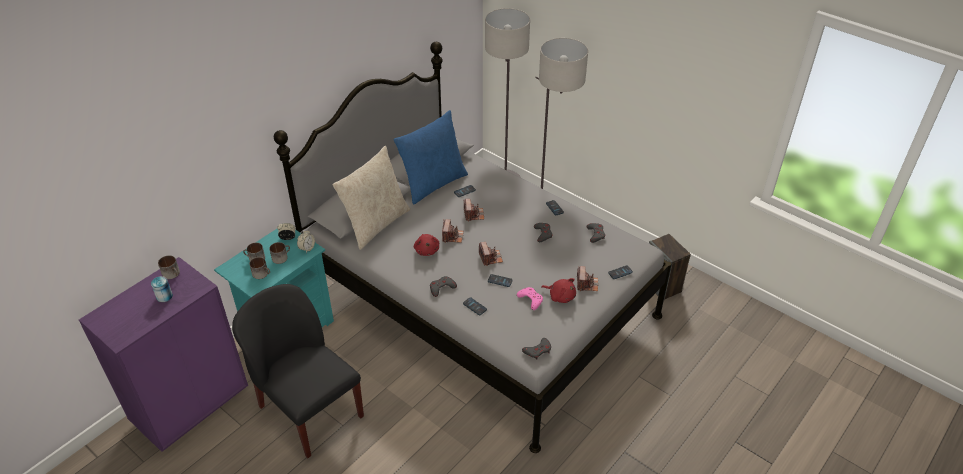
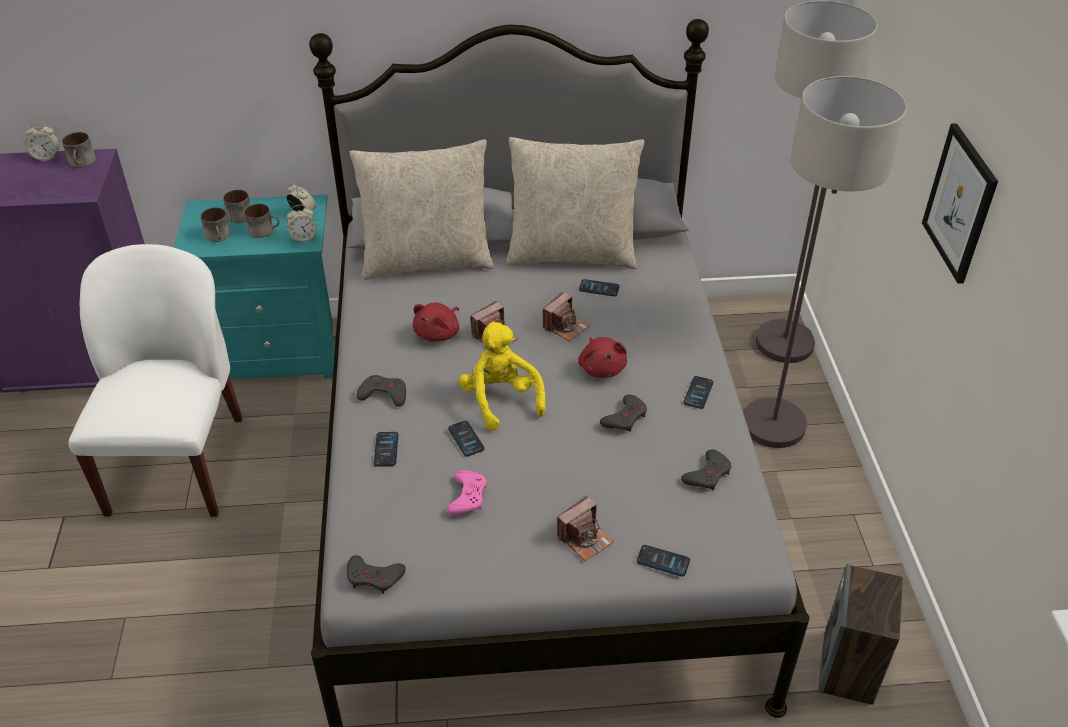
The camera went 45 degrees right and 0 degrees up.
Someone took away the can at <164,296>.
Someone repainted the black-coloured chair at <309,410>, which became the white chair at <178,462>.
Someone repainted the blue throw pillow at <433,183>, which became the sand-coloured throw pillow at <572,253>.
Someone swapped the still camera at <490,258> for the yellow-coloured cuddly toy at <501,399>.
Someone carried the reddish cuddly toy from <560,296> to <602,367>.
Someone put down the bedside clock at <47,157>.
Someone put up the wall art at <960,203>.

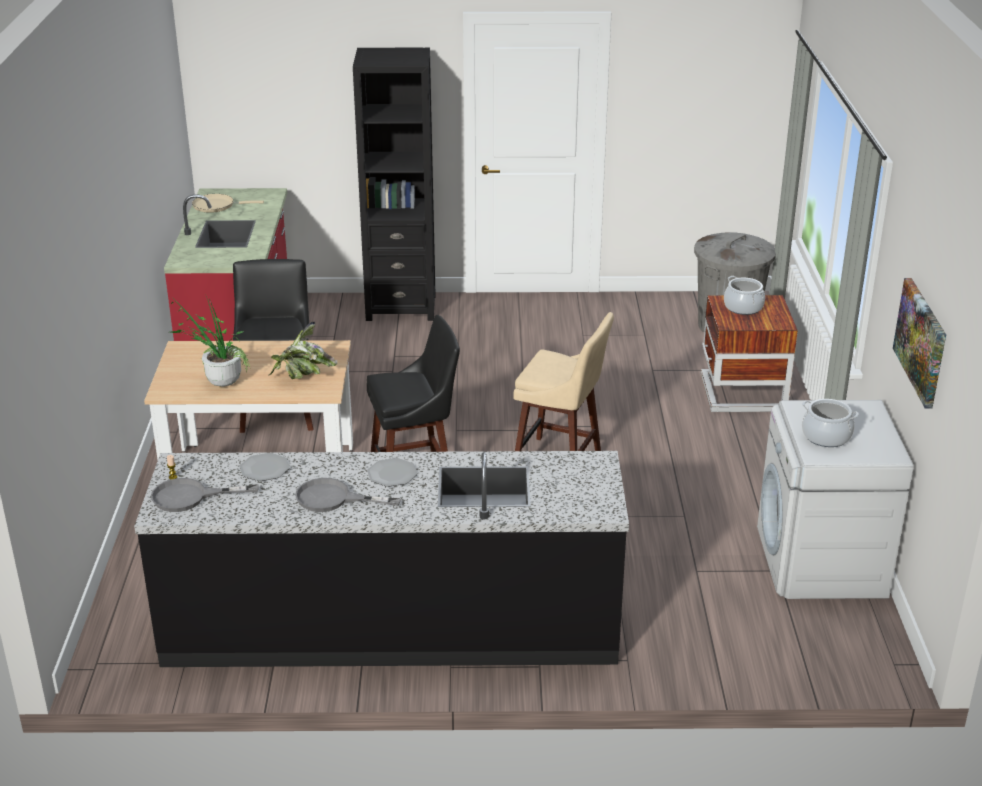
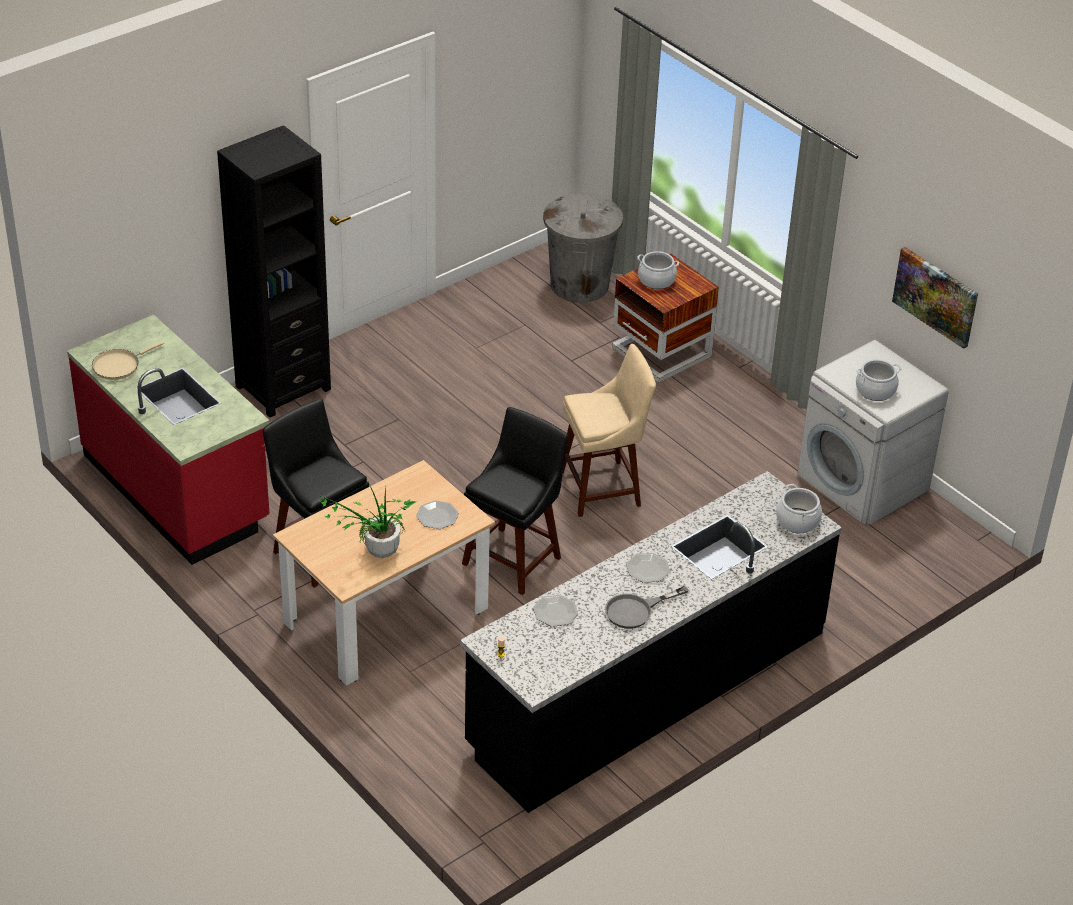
The camera went 40 degrees left and 10 degrees up.
Someone took away the greyish frying pan at <190,497>.
Someone swapped the potted plant at <302,378> for the plate at <437,516>.
Someone put down the cooking pot at <797,521>.

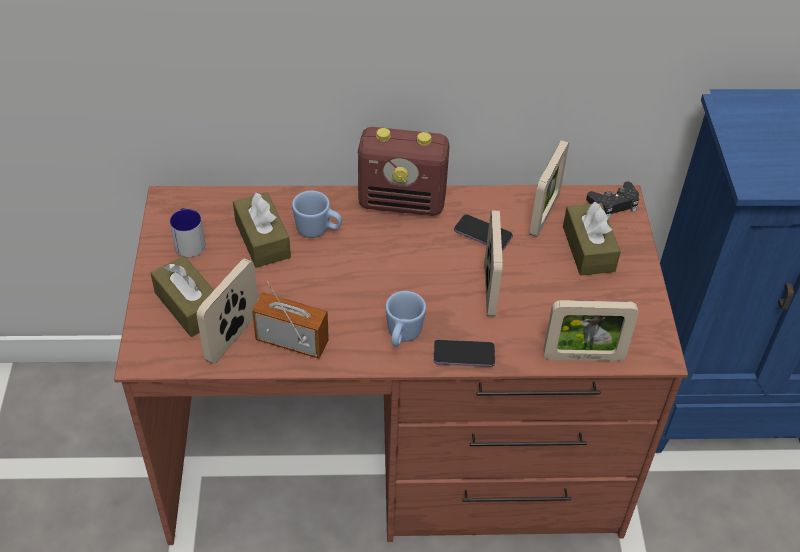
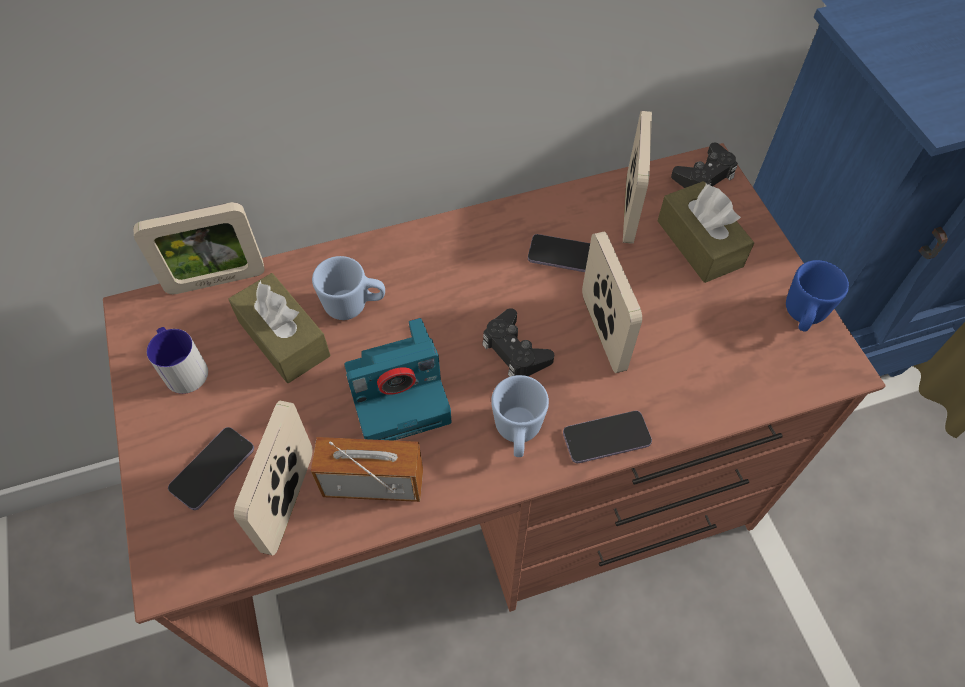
The camera went 15 degrees left and 10 degrees up.
Someone swapped the brown-coloured box of tissues at <189,306> for the handset at <212,469>.
Someone took away the radio receiver at <403,202>.
Someone carried the standing frame from <583,357> to <216,280>.
Someone put down the still camera at <400,393>.
Someone put down the black-coloured gamepad at <515,350>.
Someone put down the blue mug at <802,316>.

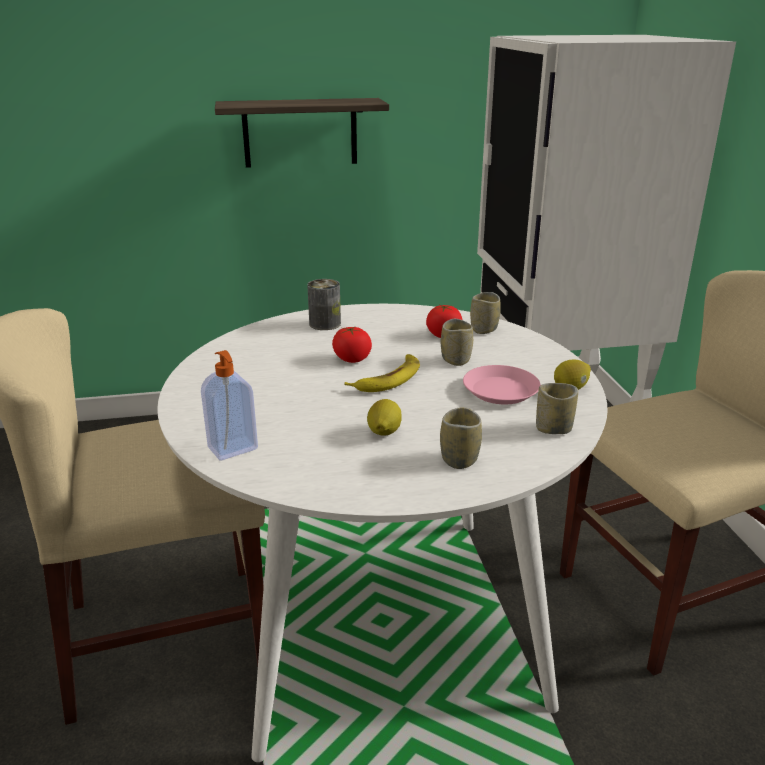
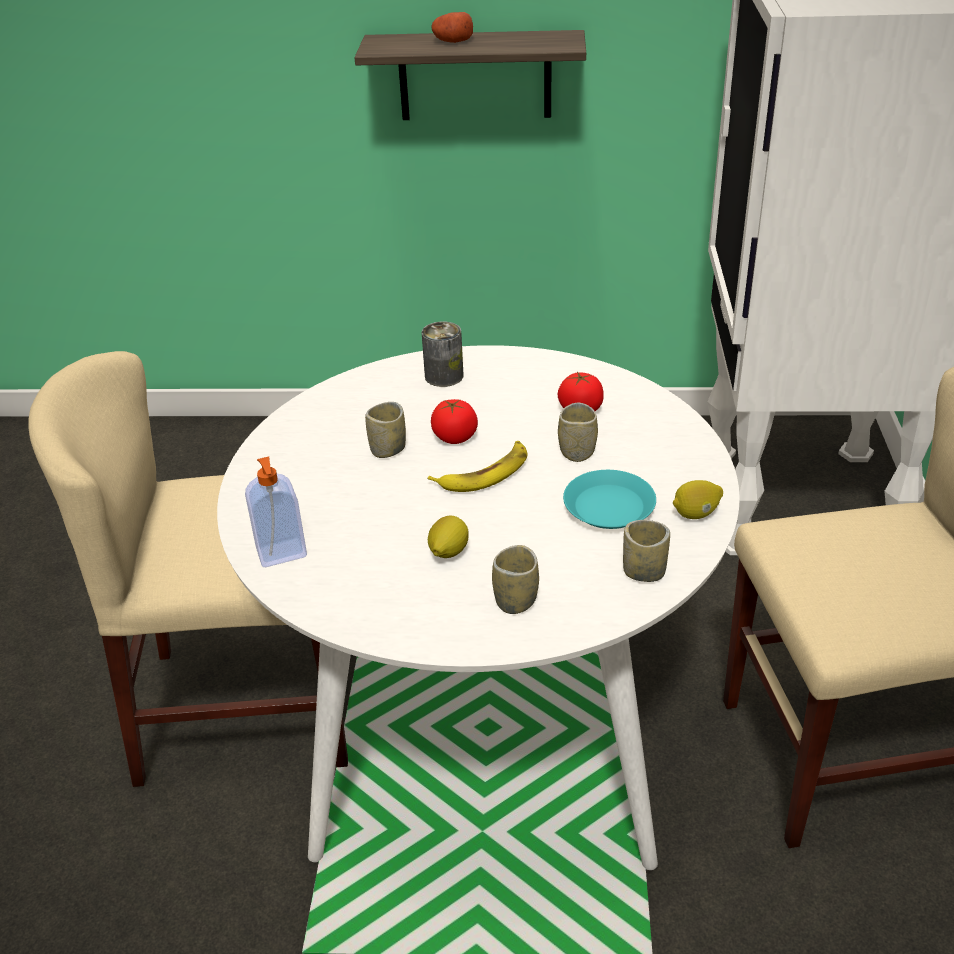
The camera went 15 degrees right and 10 degrees up.
Someone repainted the pink plate at <500,390>, which became the turquoise-coloured plate at <608,506>.
Someone carried the small cup from <484,329> to <388,449>.
Someone put down the potato at <452,41>.

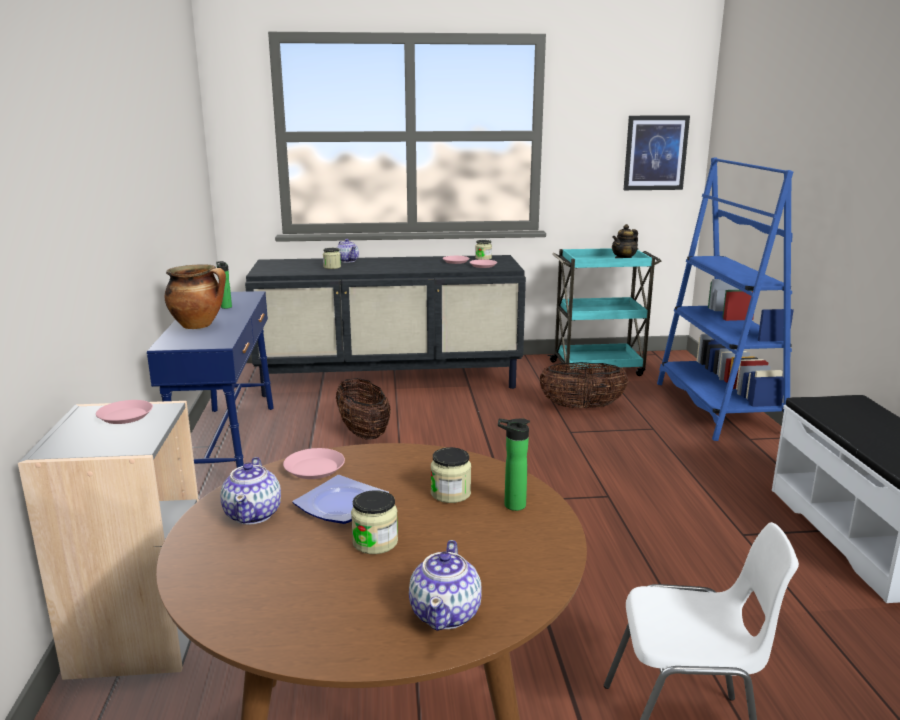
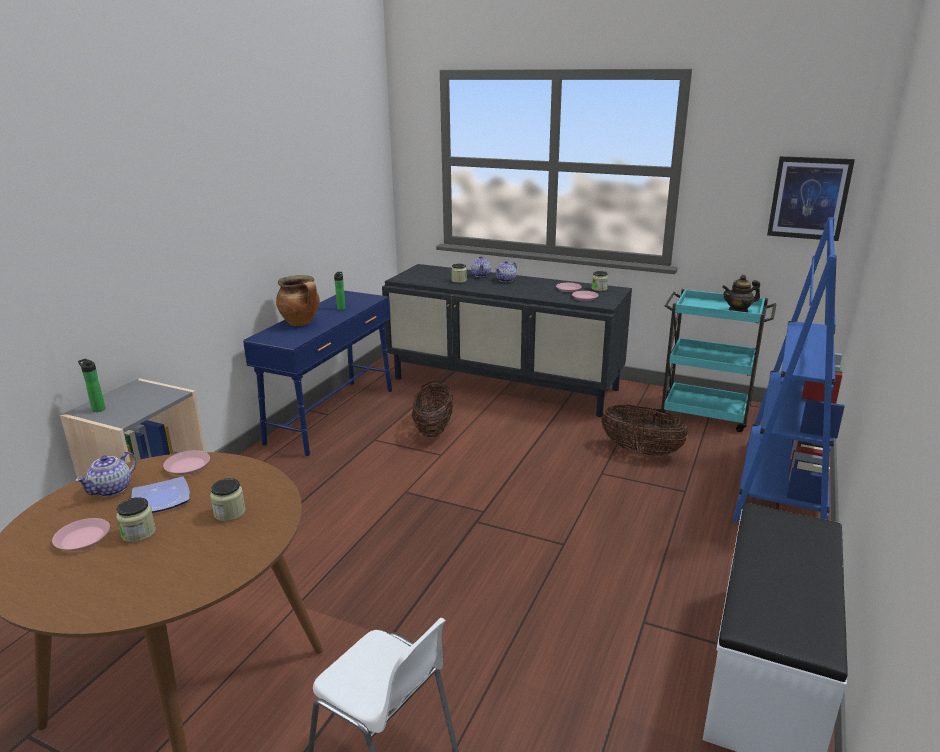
The camera went 30 degrees right and 5 degrees up.
Someone carried the pink plate from <125,416> to <83,538>.
Someone carried the teapot from <446,613> to <506,280>.
Someone carried the beverage bottle from <511,505> to <97,409>.

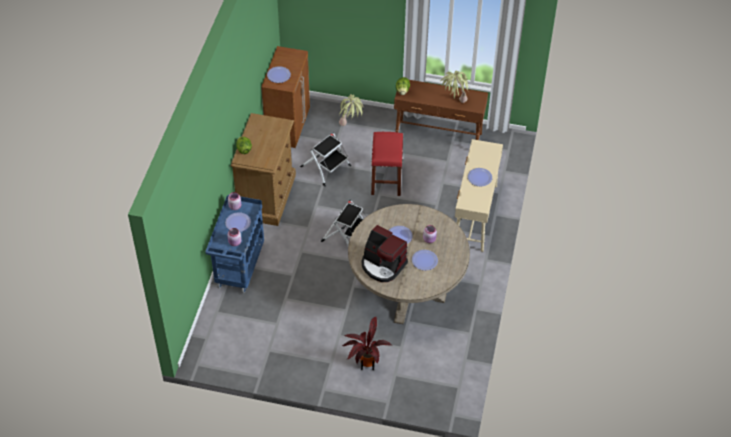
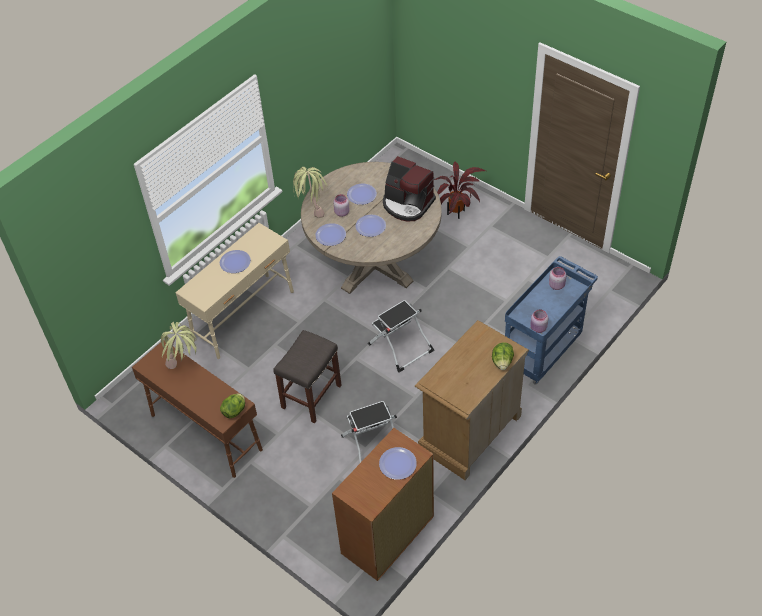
The camera went 150 degrees left and 0 degrees up.
Someone carried the plate from <238,223> to <330,235>.
Someone carried the potted plant from <351,126> to <311,209>.
Someone rotated the coffee machine at <383,265> by 150 degrees clockwise.
Someone repainted the reddish sitting stool at <386,181>, which became the greyish sitting stool at <311,396>.

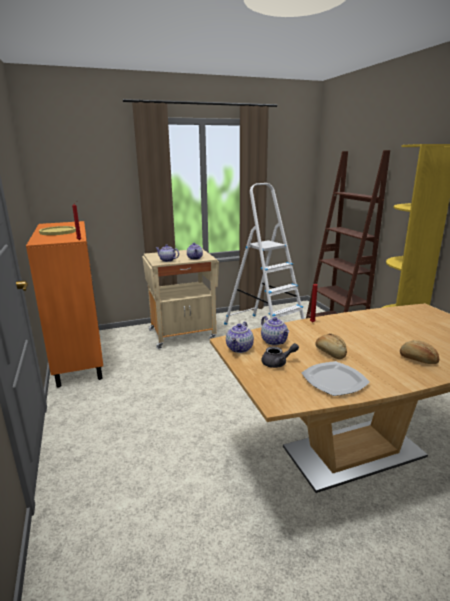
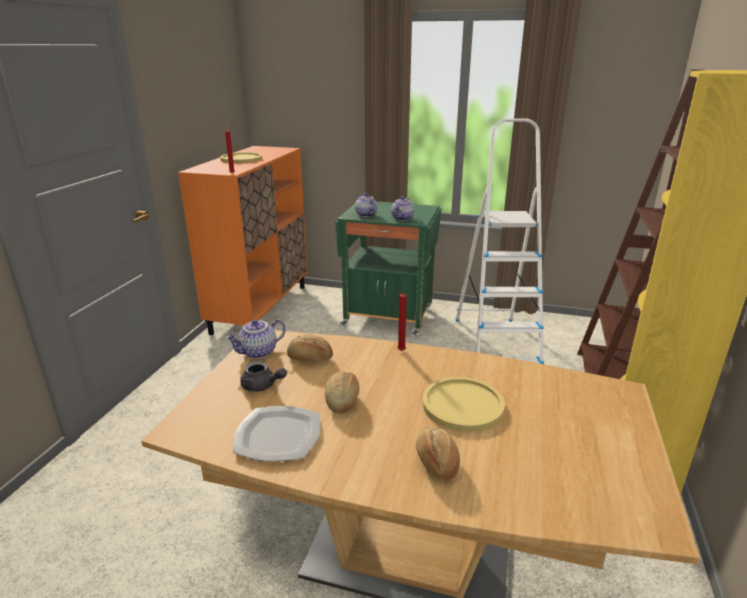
The camera went 35 degrees right and 5 degrees up.
Someone repainted the sand-coloured cart at <183,334>, which became the greenish cart at <389,318>.
Someone swapped the teapot at <274,341> for the bakery bread at <309,358>.
Someone put down the yellow-coloured plate at <462,405>.

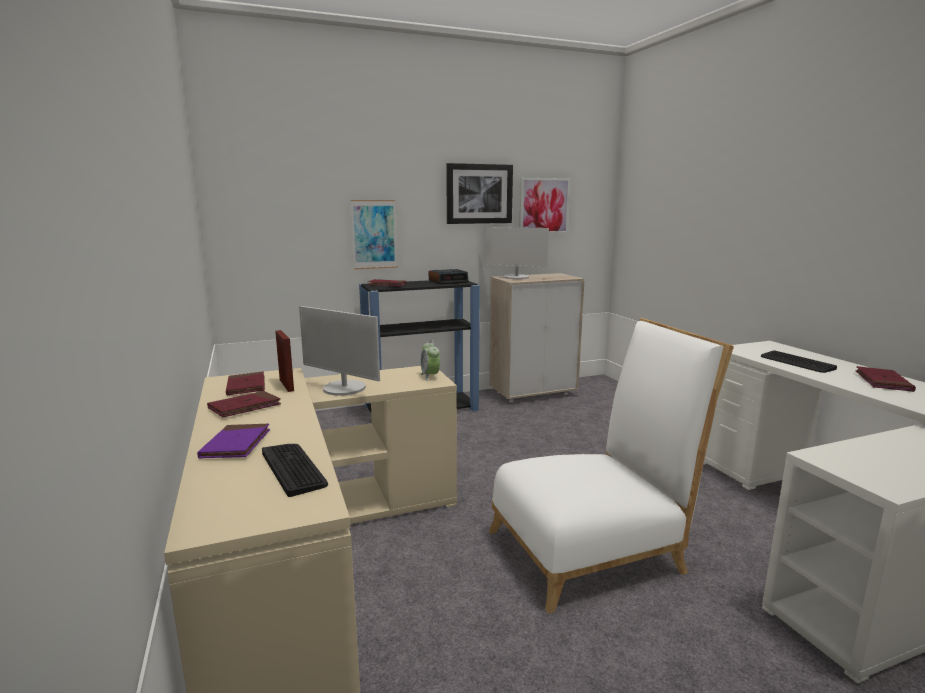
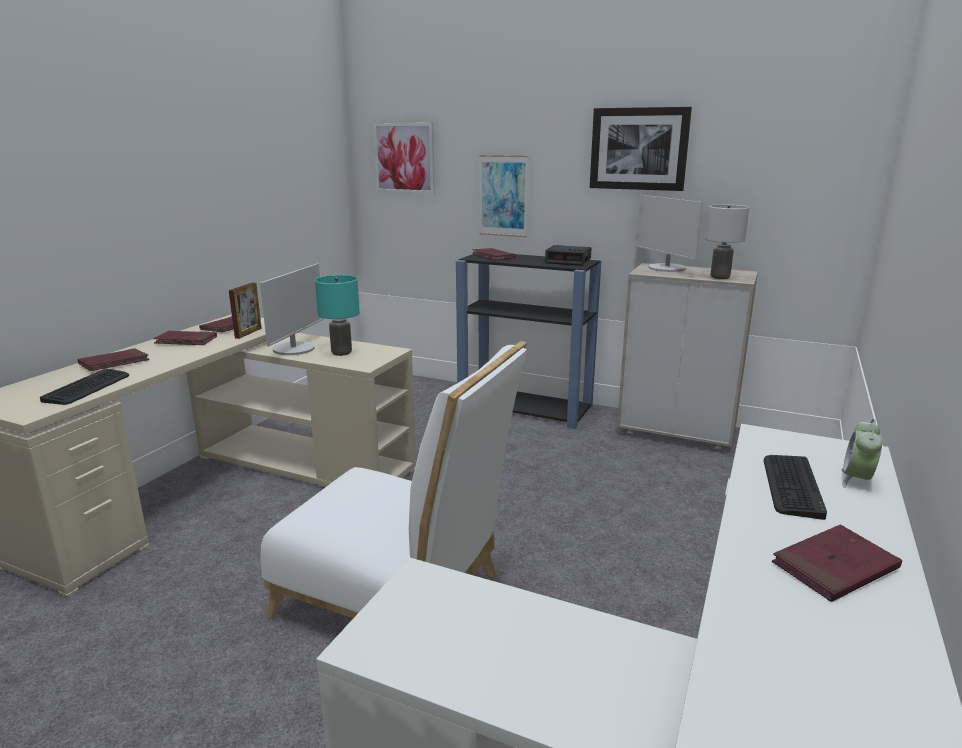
The camera went 45 degrees right and 5 degrees up.
Someone repainted the purplish bound book at <236,444>, which became the reddish bound book at <114,363>.
Someone rotated the monitor at <344,388> by 150 degrees counterclockwise.
Someone carried the bedside clock from <430,376> to <856,480>.
Someone carried the wall art from <544,206> to <404,158>.
Someone put down the turquoise-coloured table lamp at <342,353>.
Someone put down the white table lamp at <720,278>.

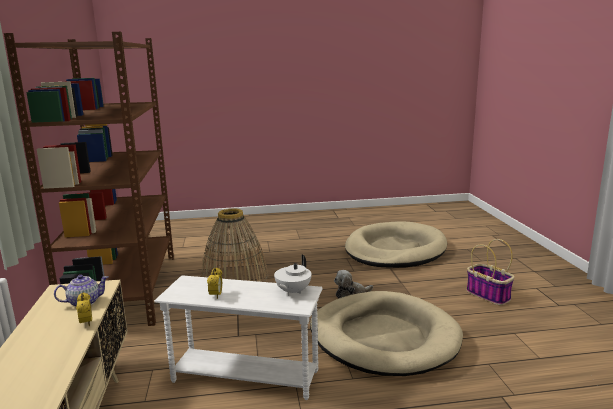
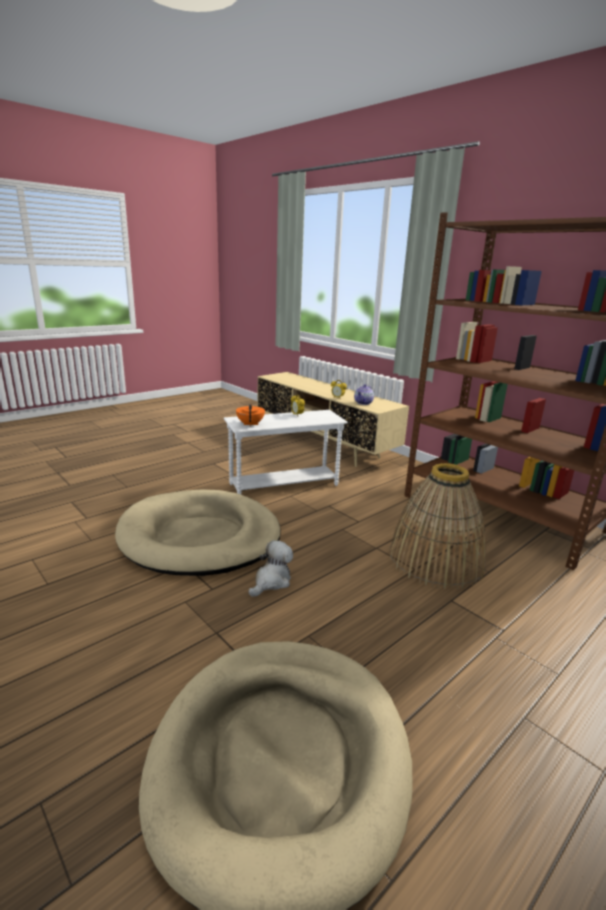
The camera went 145 degrees right and 5 degrees up.
Someone repainted the white teapot at <292,292>, which became the orangey teapot at <250,424>.
Someone took away the storage basket at <489,295>.

